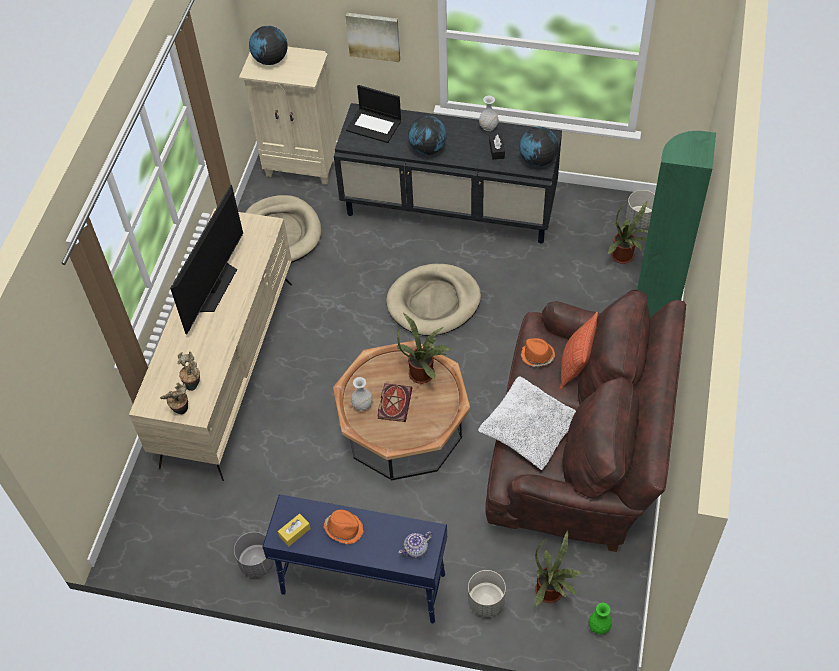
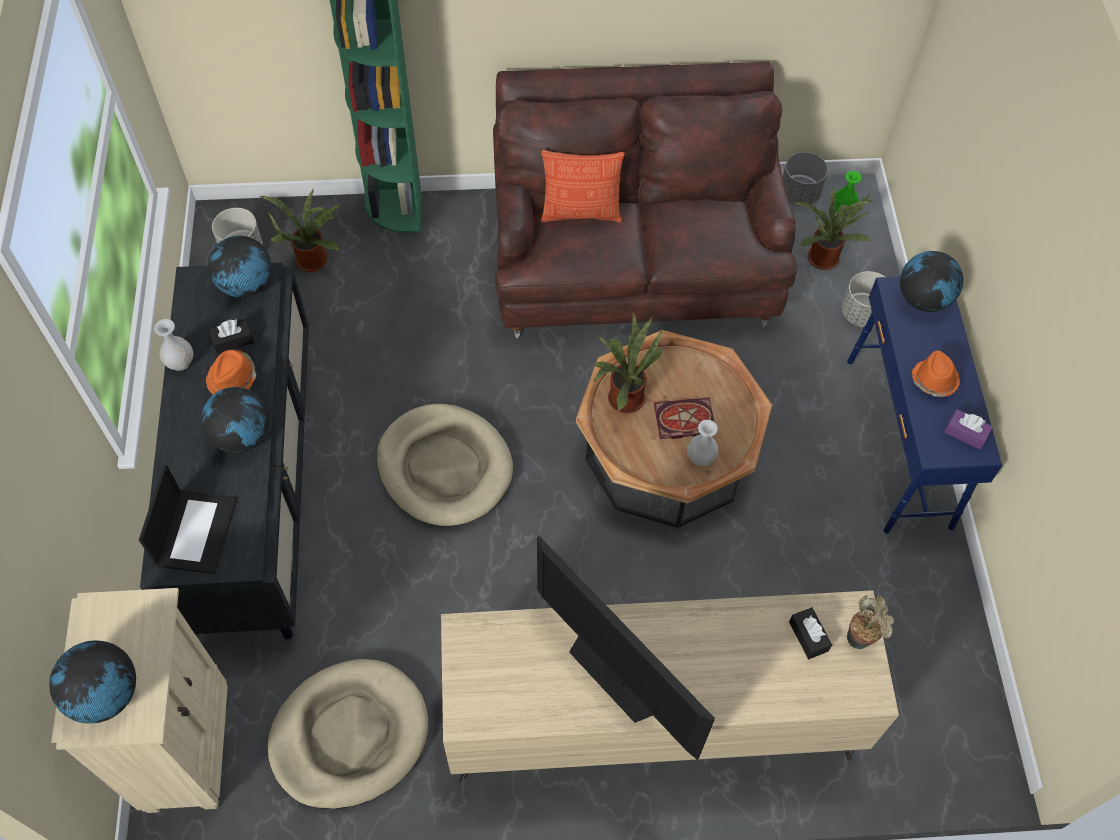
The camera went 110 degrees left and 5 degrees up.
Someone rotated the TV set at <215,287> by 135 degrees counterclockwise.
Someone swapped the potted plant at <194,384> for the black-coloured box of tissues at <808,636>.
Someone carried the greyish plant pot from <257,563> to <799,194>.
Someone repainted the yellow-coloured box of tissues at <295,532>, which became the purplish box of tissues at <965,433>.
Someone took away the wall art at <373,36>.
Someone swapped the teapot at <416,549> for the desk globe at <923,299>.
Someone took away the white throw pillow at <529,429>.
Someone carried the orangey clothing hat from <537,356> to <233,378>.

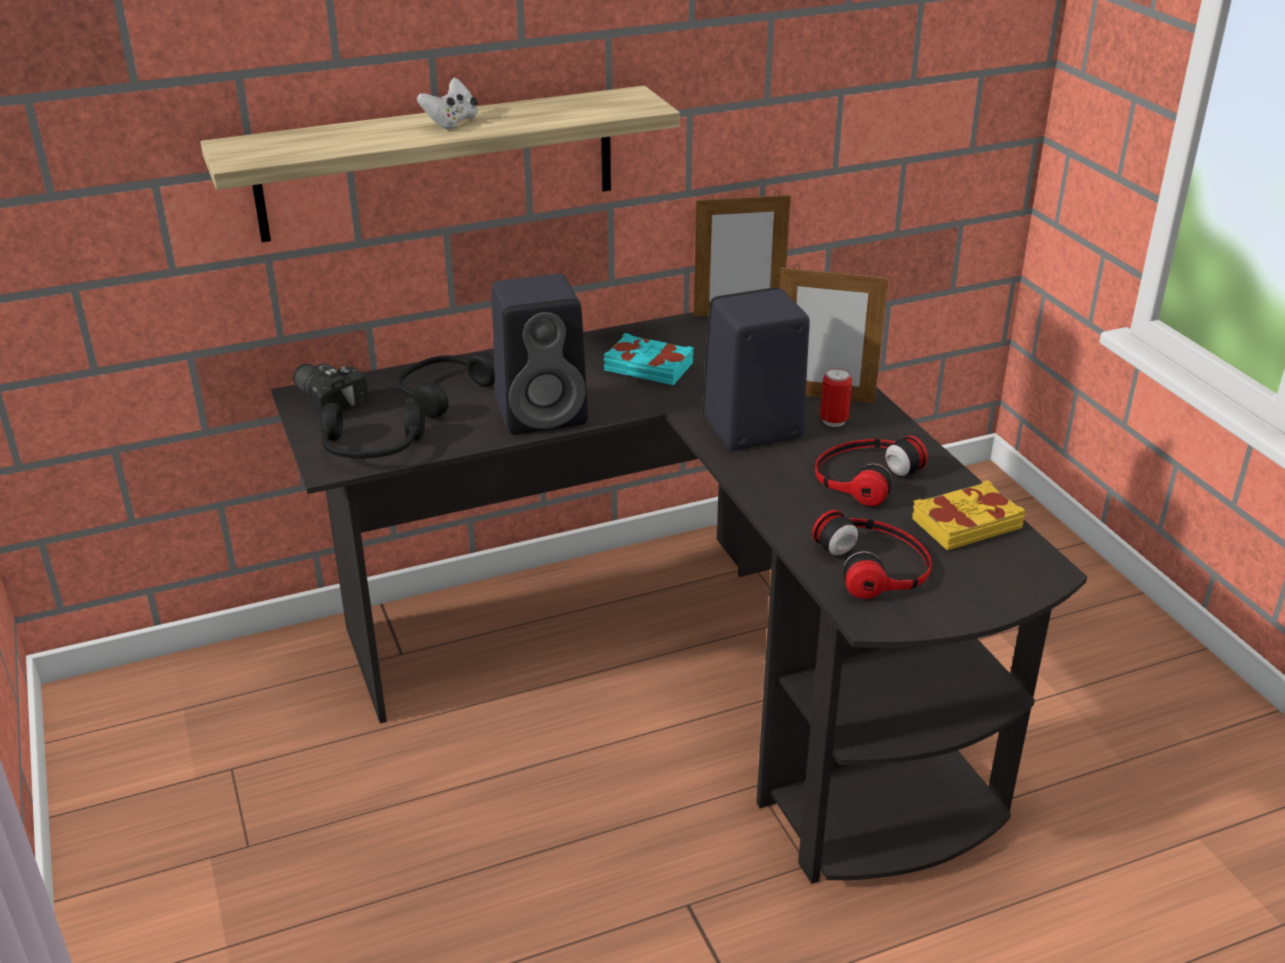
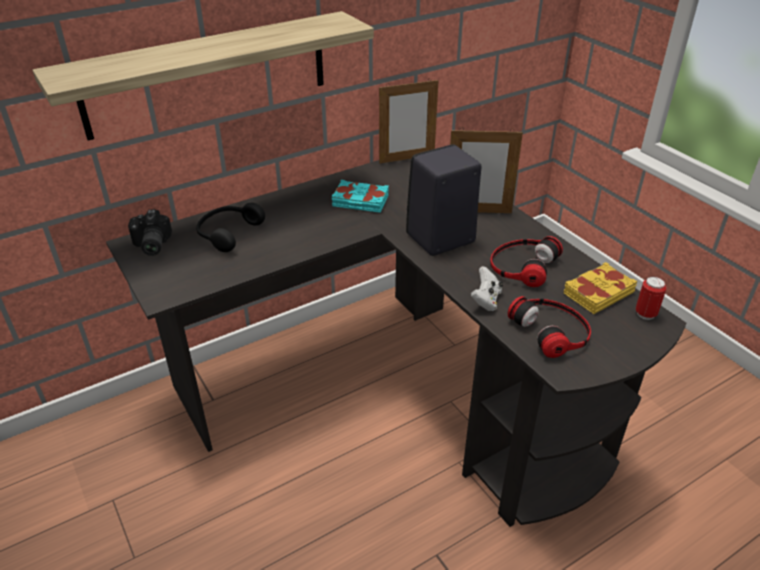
The camera went 10 degrees left and 5 degrees up.
Someone rotated the still camera at <330,399> by 135 degrees counterclockwise.
Someone took away the black-coloured headset at <371,449>.
Someone carried the white gamepad from <451,122> to <486,300>.
Someone took away the black-coloured audio speaker at <544,412>.
Someone carried the can from <833,421> to <645,314>.

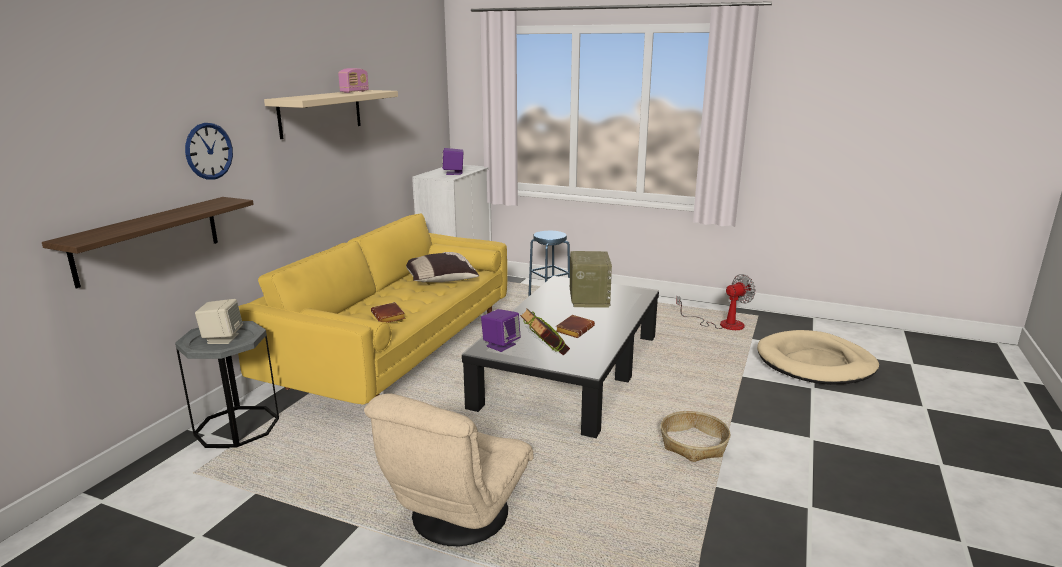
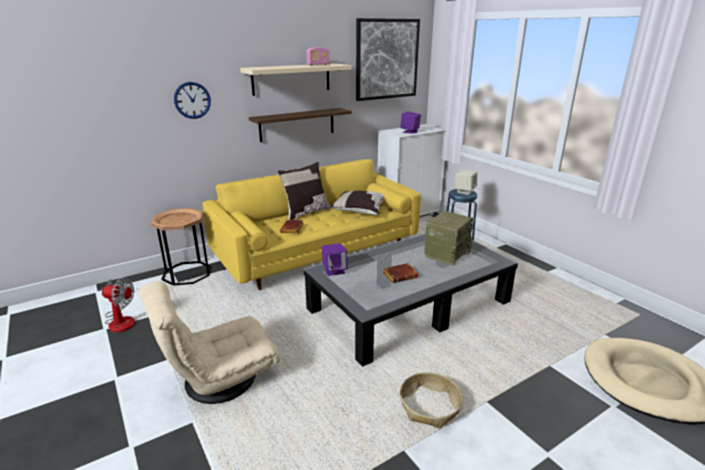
The camera went 35 degrees right and 5 degrees up.
Someone carried the shelf from <148,239> to <297,124>.
Someone repainted the greyish accent table at <237,427>, which became the brown-coloured accent table at <187,273>.
Someone carried the sand-coloured audio speaker from <222,338> to <464,191>.
Someone took away the bound book at <544,354>.
Someone carried the cooling fan from <722,324> to <121,320>.
Someone put down the throw pillow at <306,212>.
Someone put up the wall art at <387,59>.

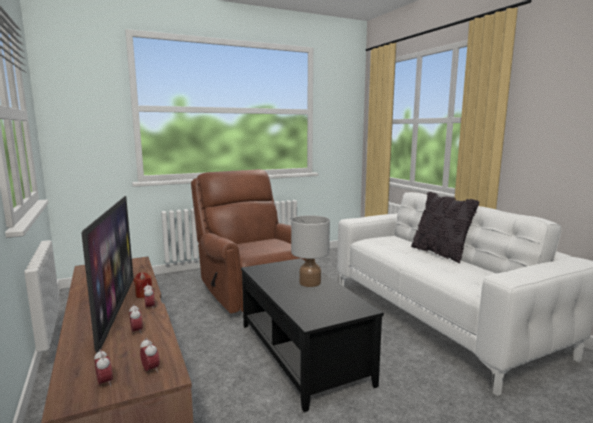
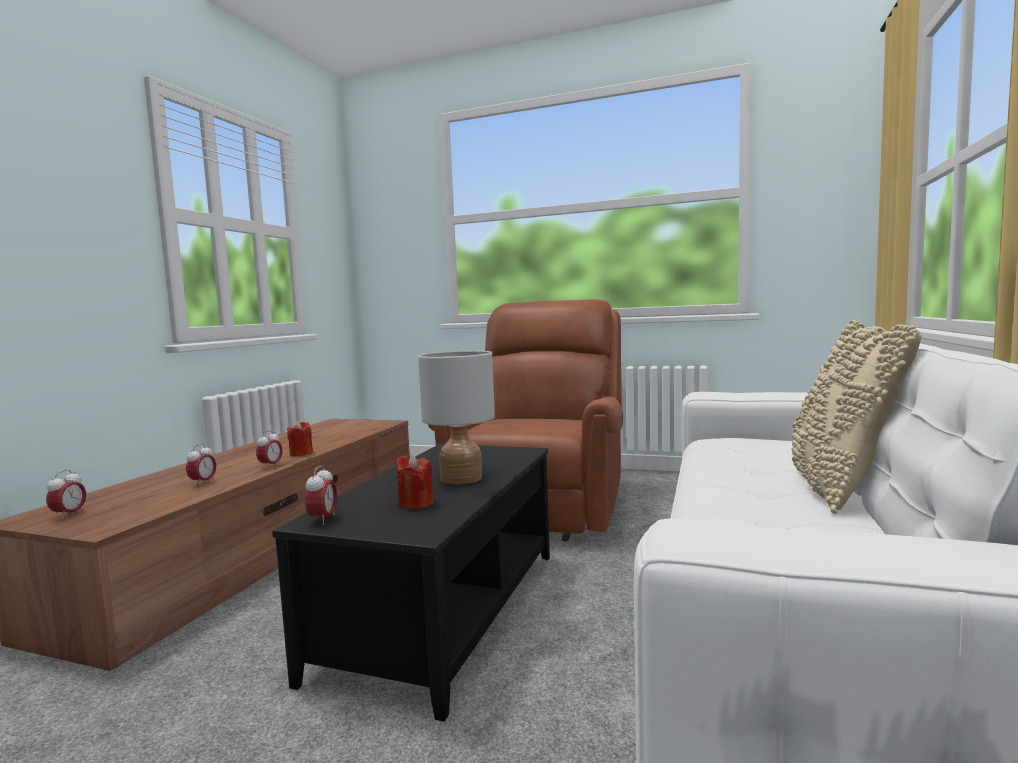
The camera went 45 degrees right and 5 degrees down.
Someone took away the TV set at <115,310>.
Someone carried the bedside clock from <150,370> to <323,519>.
Someone repainted the black-coloured throw pillow at <440,253>, which became the sand-coloured throw pillow at <839,488>.
Someone put down the reddish wax light at <415,503>.

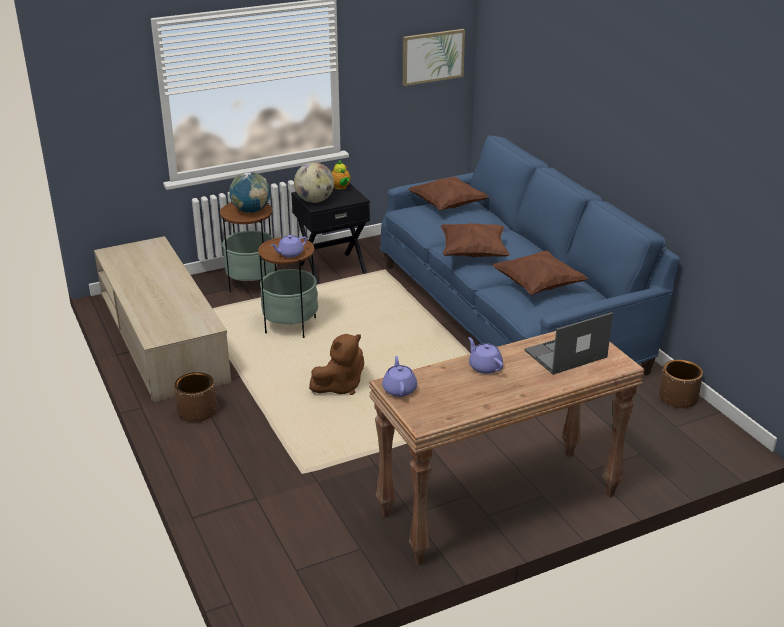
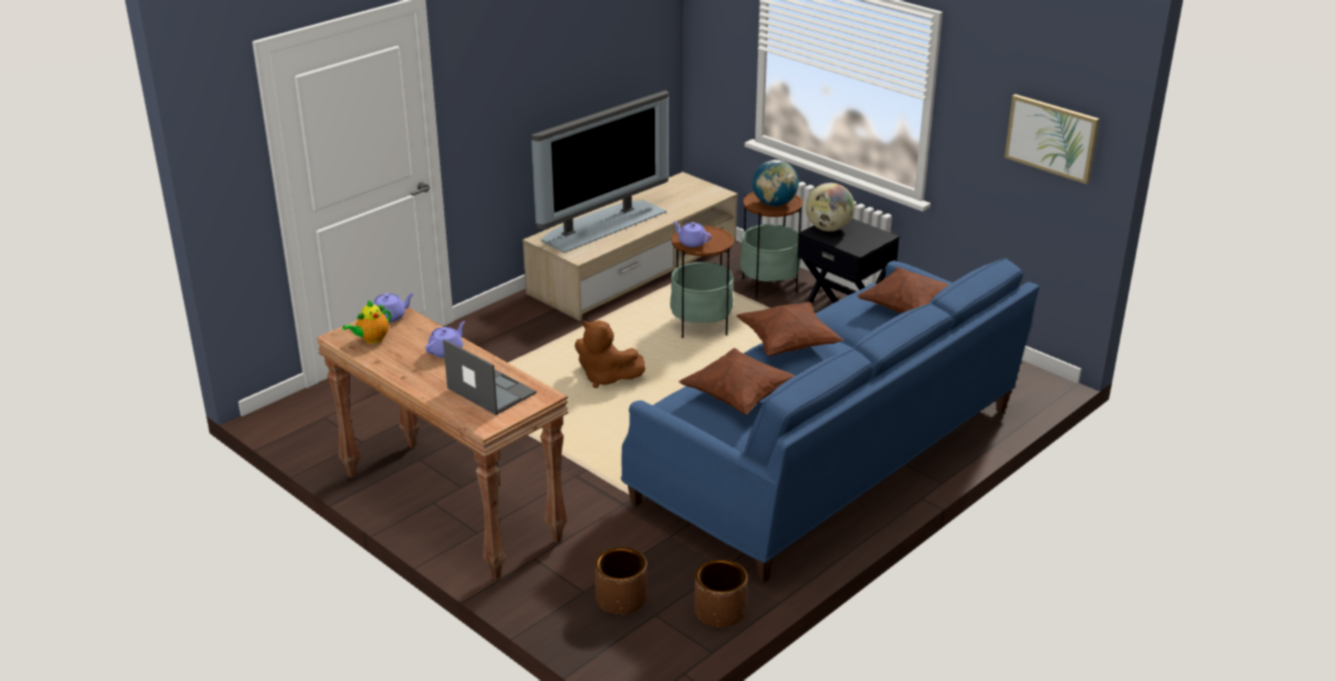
The camera went 70 degrees right and 0 degrees up.
Someone carried the brown-coloured plant pot from <197,411> to <621,599>.
Someone carried the teapot from <341,187> to <371,339>.
Someone put down the TV set at <602,224>.

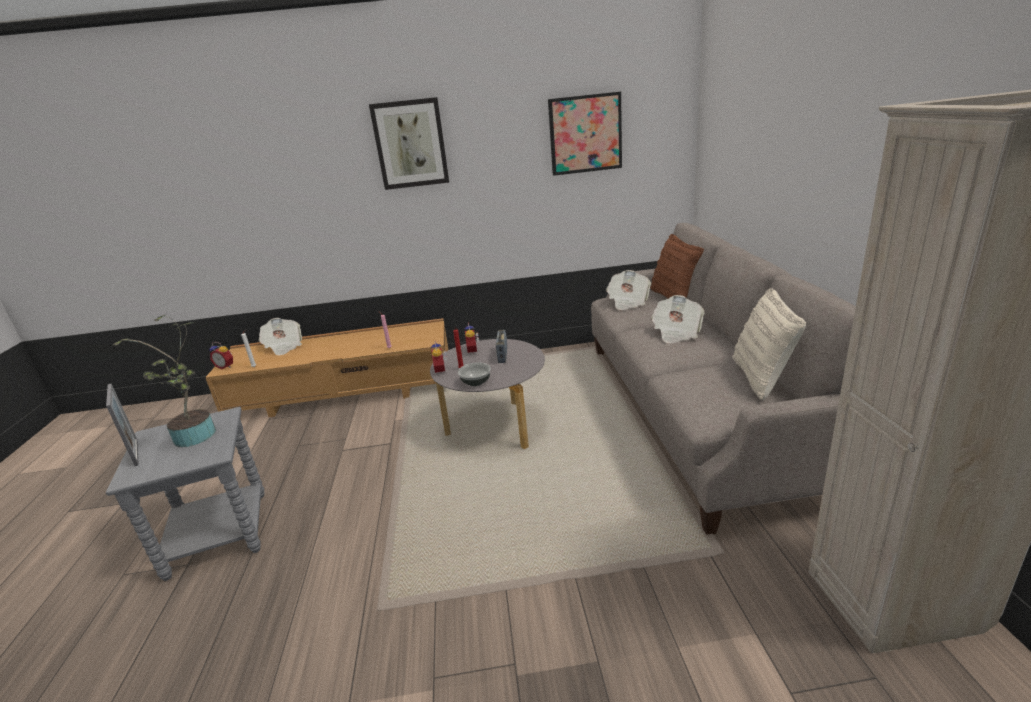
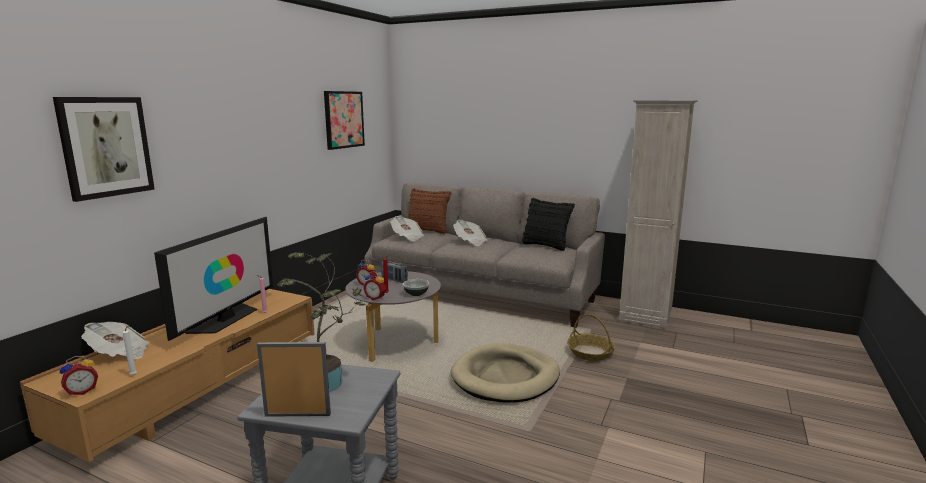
The camera went 60 degrees left and 10 degrees down.
Someone carried the wall art from <410,144> to <106,147>.
Someone repainted the sand-coloured throw pillow at <761,380>, which became the black-coloured throw pillow at <546,246>.
Someone put down the TV set at <226,319>.
Someone put down the sand-coloured dog cushion at <505,377>.
Someone put down the storage basket at <590,352>.

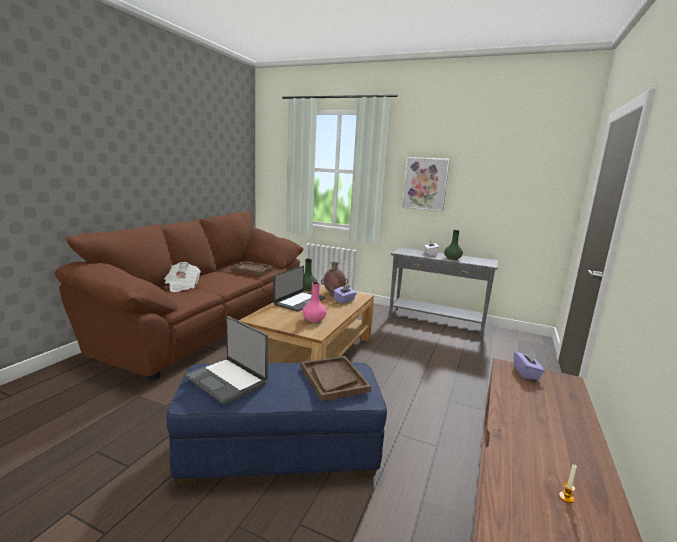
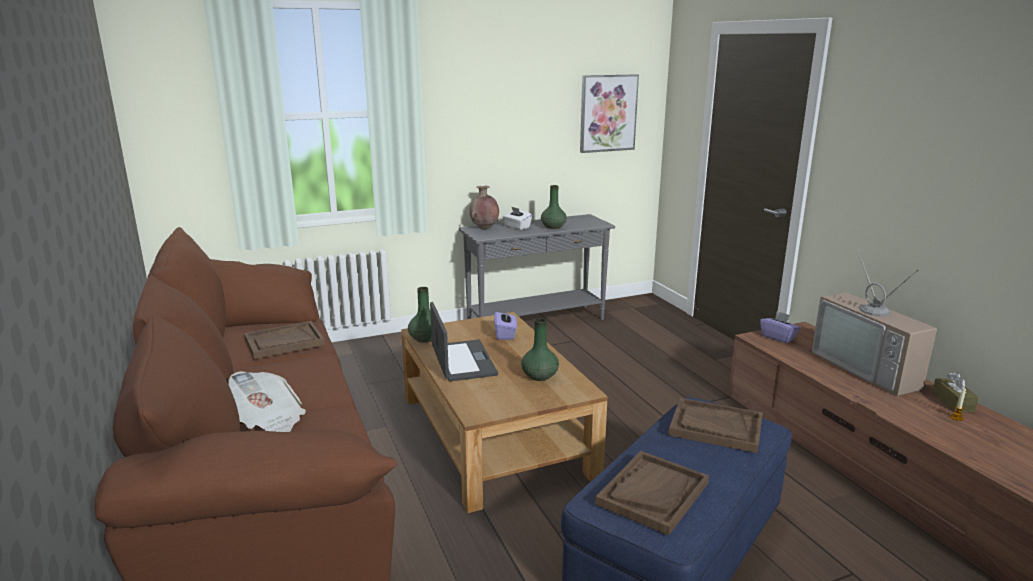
The camera went 45 degrees left and 5 degrees up.
Someone swapped the notebook computer at <228,380> for the brown-coloured serving tray at <653,493>.
Someone repainted the pink decorative vase at <314,319>, which became the greenish decorative vase at <539,376>.
Someone carried the brown-coloured decorative vase from <333,293> to <484,228>.
Someone carried the wall art from <425,184> to <608,113>.
Someone put down the TV set at <870,369>.
Someone put down the brown-coloured box of tissues at <952,402>.

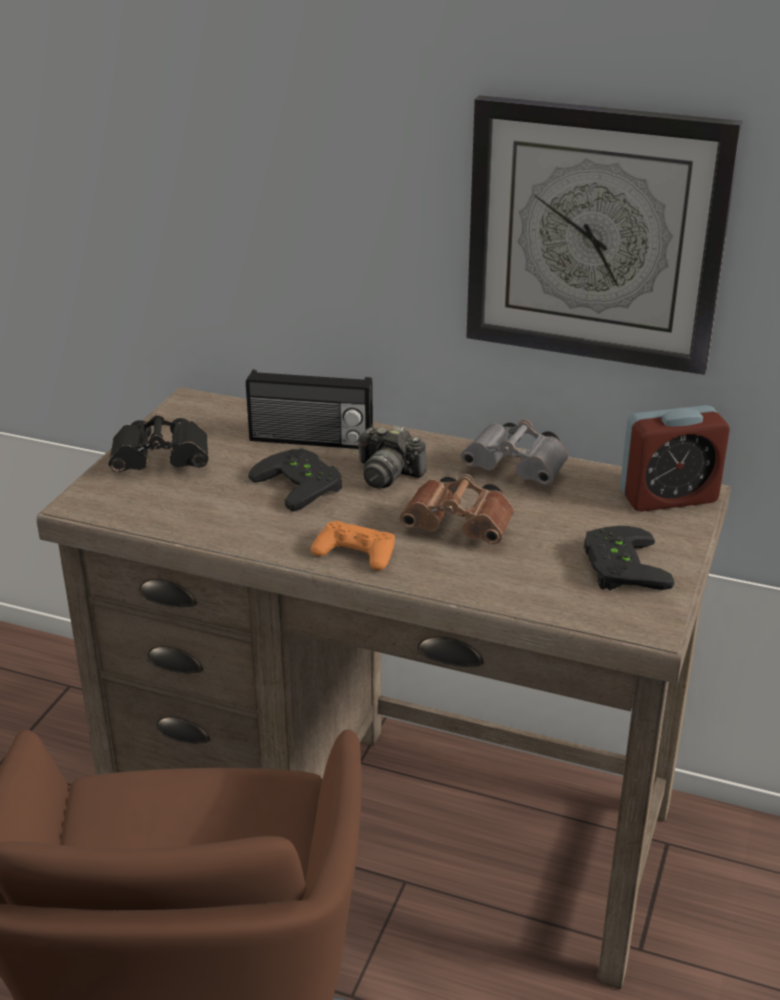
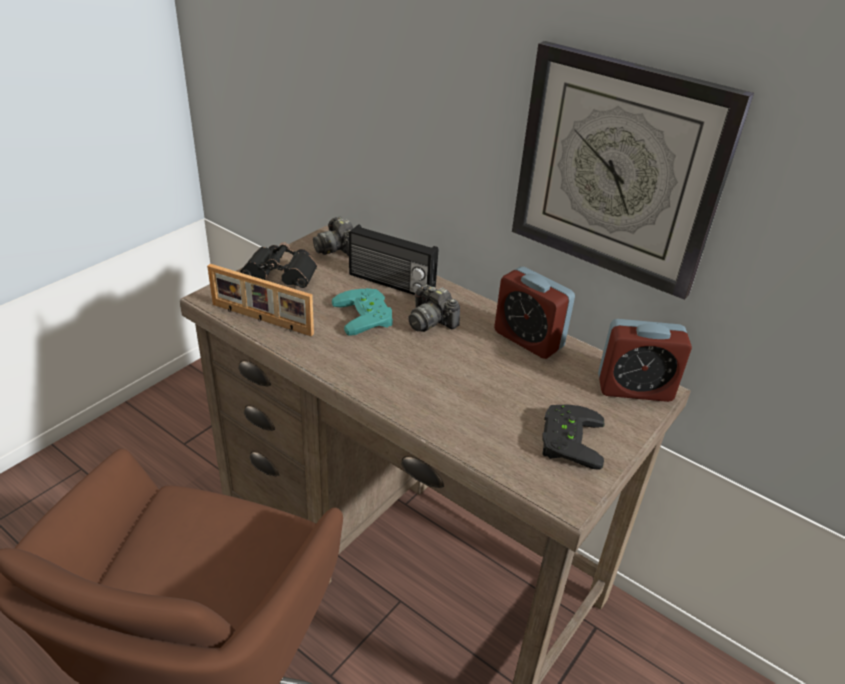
The camera went 15 degrees right and 5 degrees up.
Someone repainted the black-coloured gamepad at <303,484>, which became the turquoise-coloured gamepad at <367,315>.
Someone took away the orangey gamepad at <355,553>.
Someone took away the brown-coloured field glasses at <461,528>.
Someone swapped the greyish field glasses at <518,470> for the bedside clock at <528,339>.
Someone put down the standing frame at <261,320>.
Someone put down the still camera at <337,248>.

